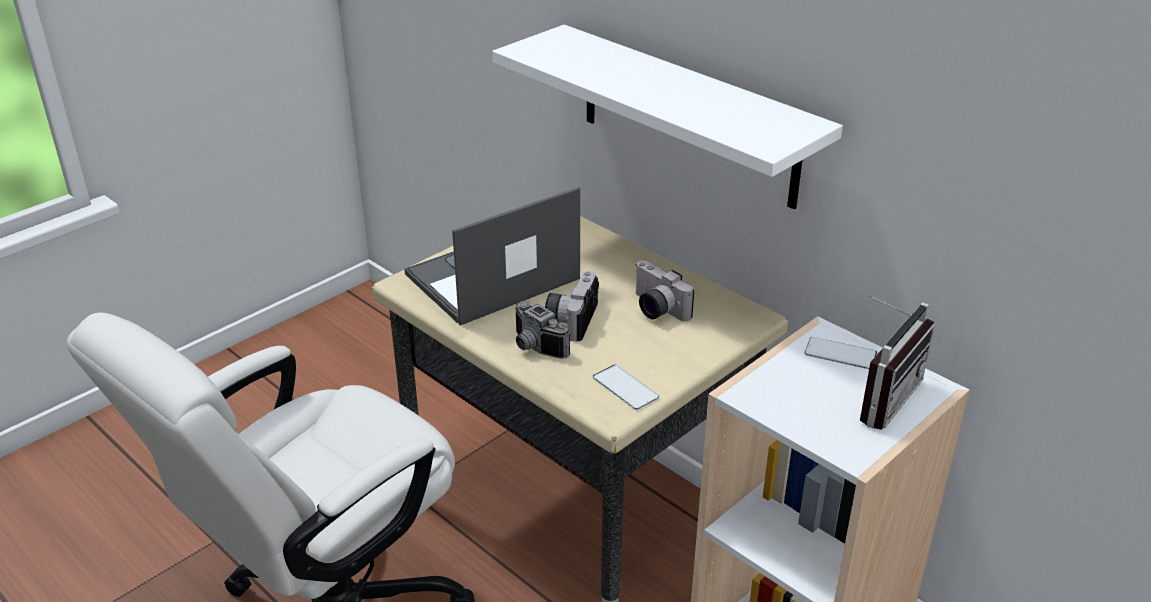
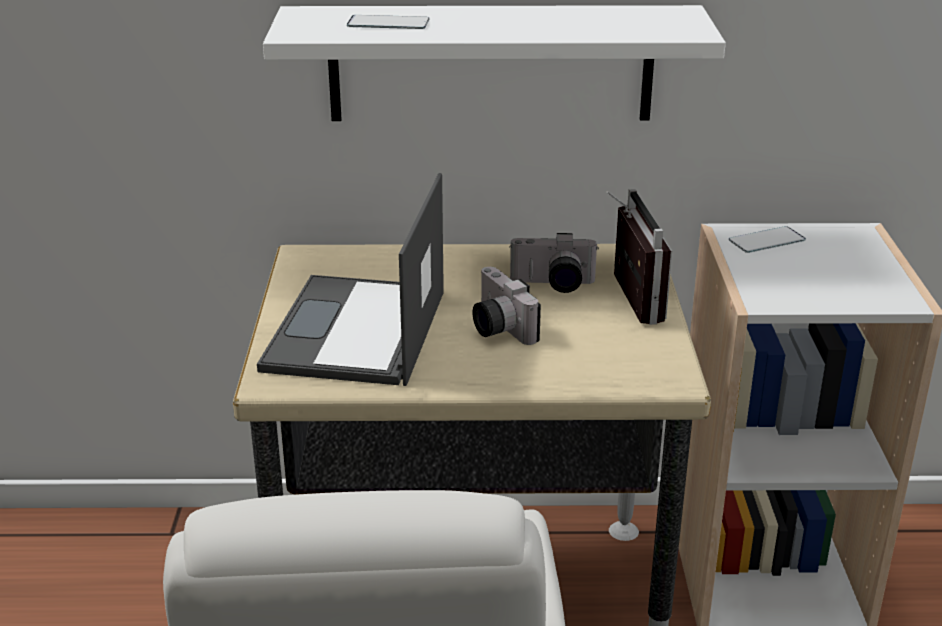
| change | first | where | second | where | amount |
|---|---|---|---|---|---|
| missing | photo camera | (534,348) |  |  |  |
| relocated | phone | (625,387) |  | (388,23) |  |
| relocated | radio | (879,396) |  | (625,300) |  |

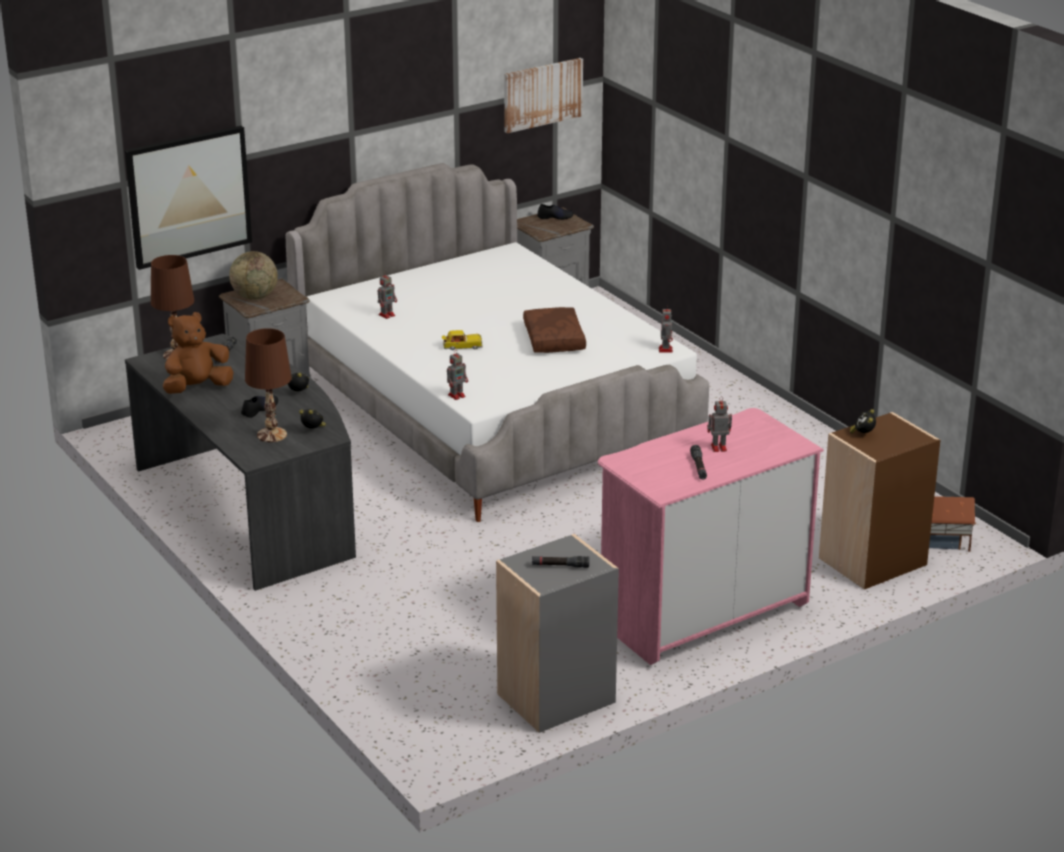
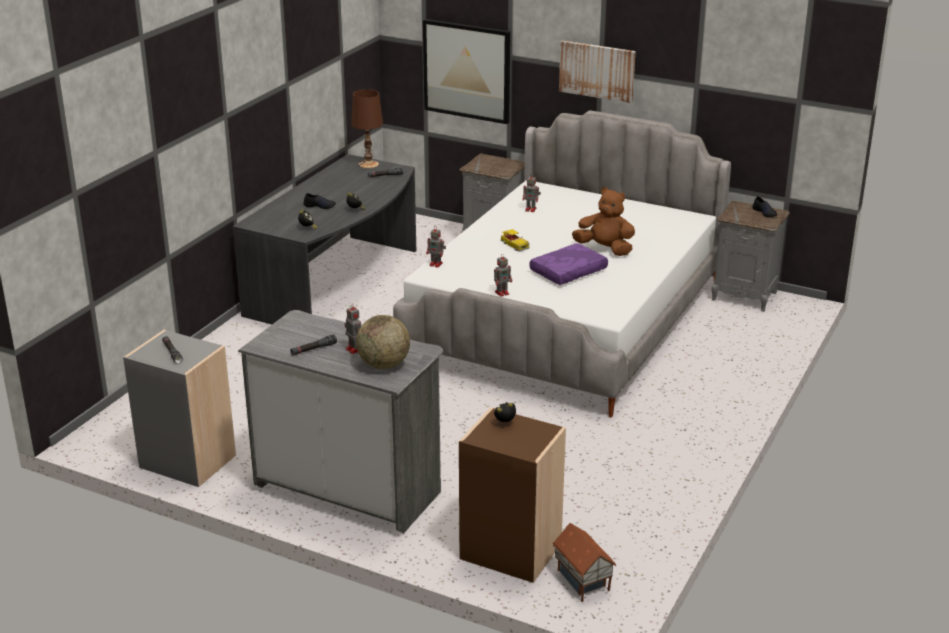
| change | first | where | second | where | amount |
|---|---|---|---|---|---|
| relocated | plush toy/brown | (197,388) |  | (605,249) |  |
| relocated | globe | (255,297) |  | (384,365) |  |
| missing | table lamp/brown | (271,435) |  |  |  |
| relocated | picture | (542,94) |  | (597,71) |  |
| colour | pillow/brown | (555,339) | pillow/purple | (568,272) |  |
| colour | dresser/pink | (702,616) | dresser/grey | (349,490) |  |
| relocated | toy robot | (665,349) |  | (502,293) |  |

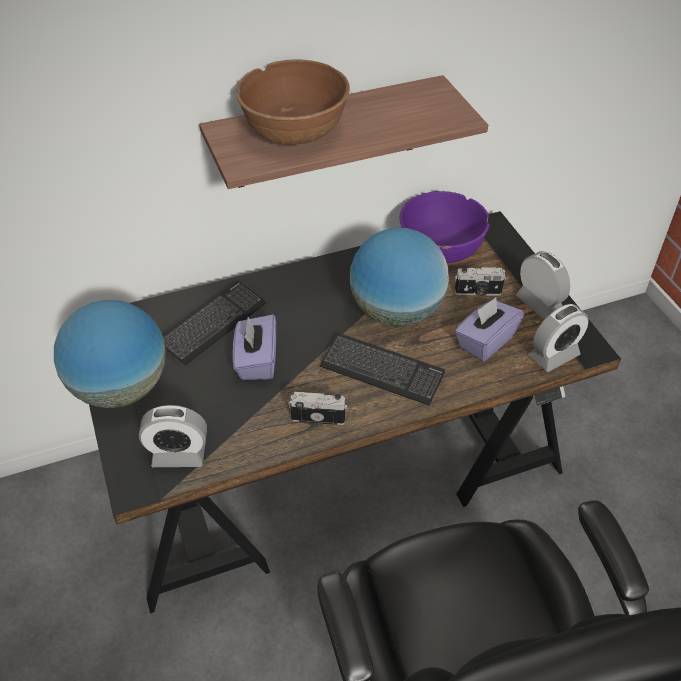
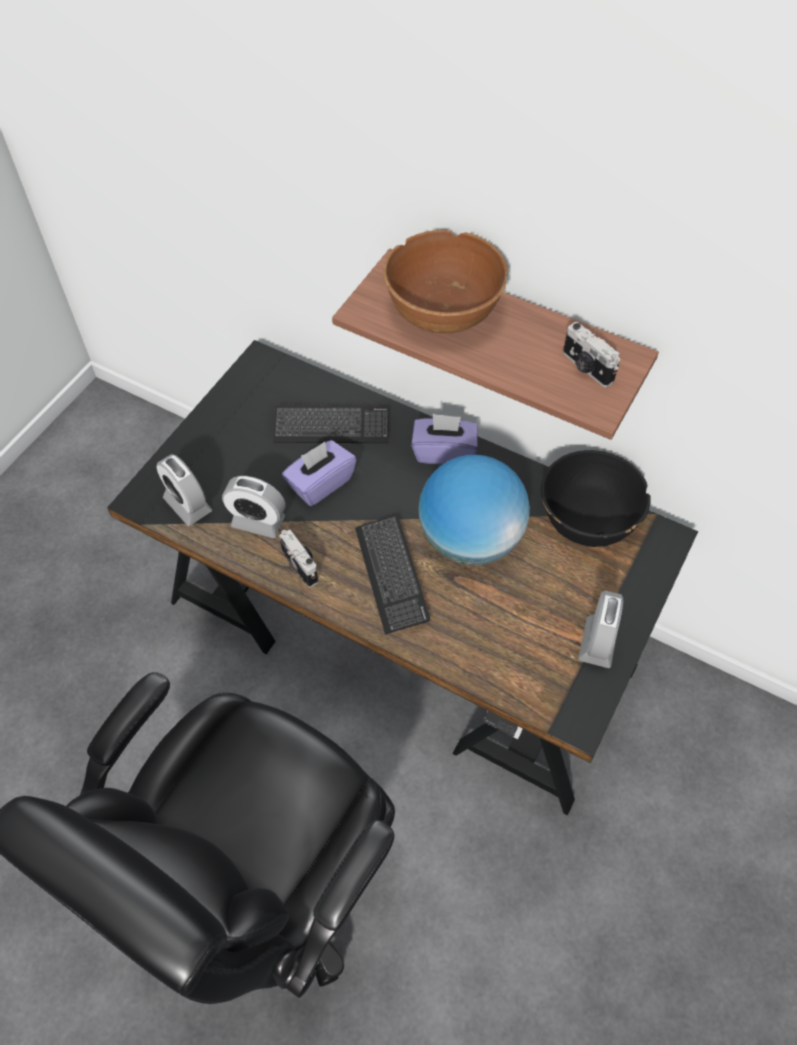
| change | first | where | second | where | amount |
|---|---|---|---|---|---|
| missing | globe | (120,388) |  |  |  |
| colour | bowl/purple | (441,249) | bowl/black | (587,519) |  |
| relocated | photo camera | (478,292) |  | (586,368) |  |
| relocated | tissue box/purple | (485,341) |  | (444,451) |  |
| relocated | alarm clock | (554,355) |  | (258,522) |  |

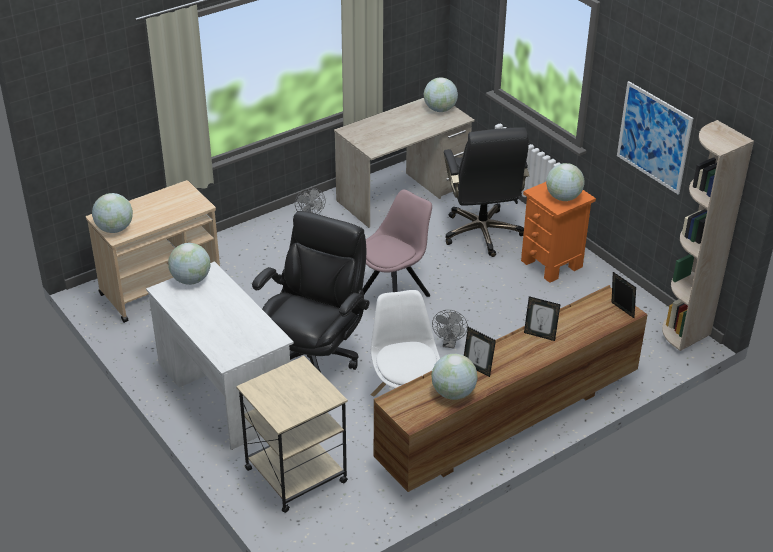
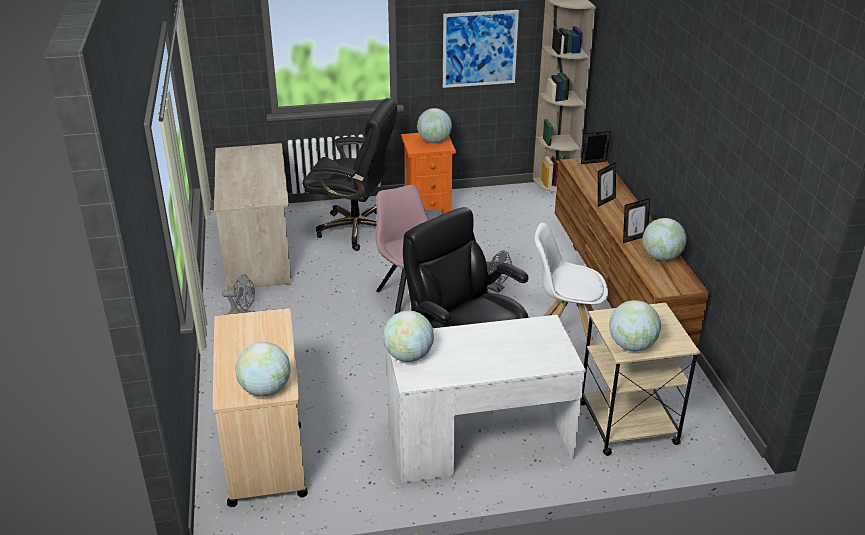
| change | first | where | second | where | amount |
|---|---|---|---|---|---|
| relocated | globe | (440,109) |  | (631,345) |  |

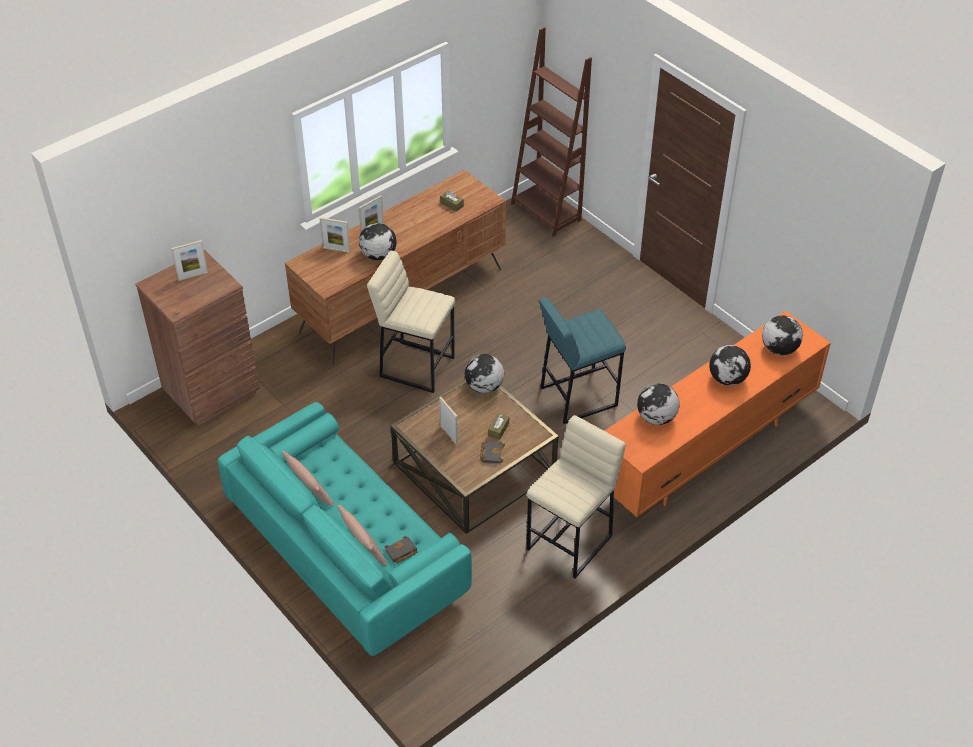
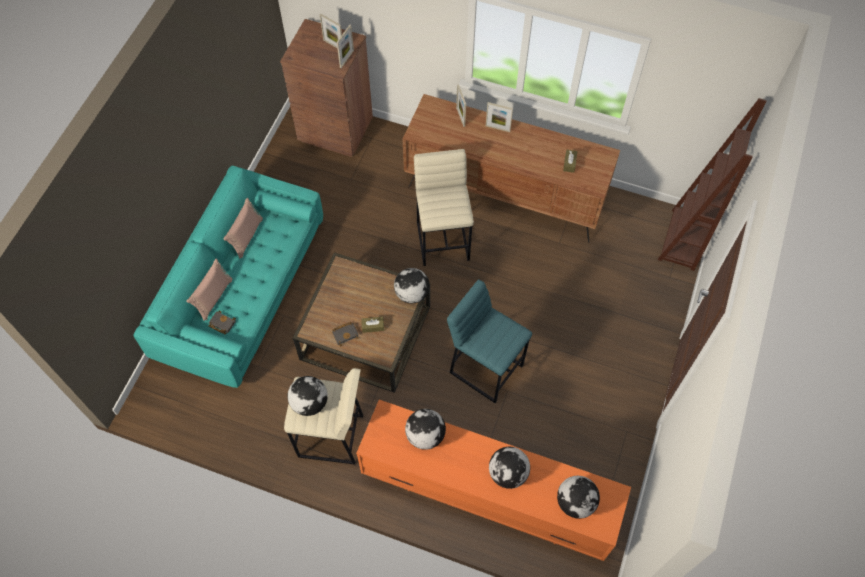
| change | first | where | second | where | amount |
|---|---|---|---|---|---|
| relocated | globe | (378,255) |  | (309,402) |  |
| relocated | picture frame | (449,434) |  | (346,59) |  |

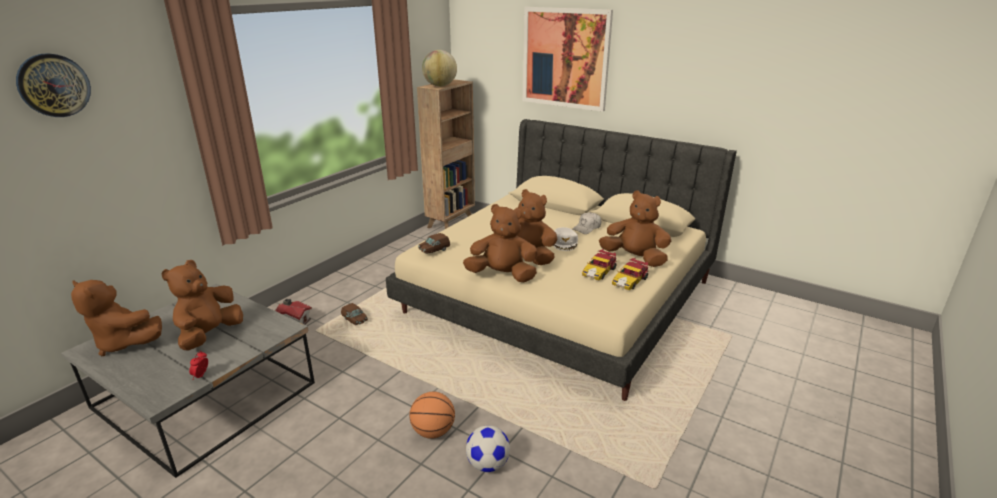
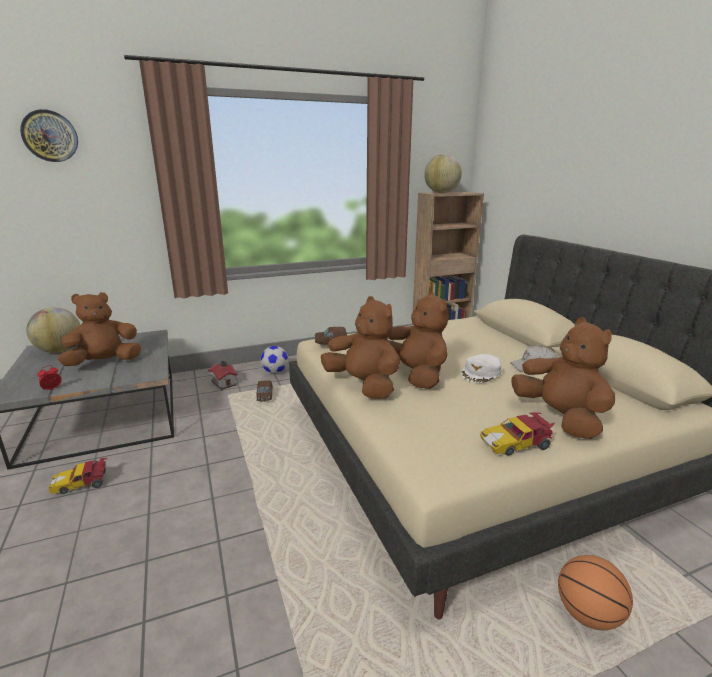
| change | first | where | second | where | amount |
|---|---|---|---|---|---|
| exchanged | plush toy/brown | (125,343) | globe | (59,351) |  |
| relocated | basketball | (433,431) |  | (588,614) |  |
| relocated | football | (488,464) |  | (275,372) |  |
| missing | picture | (565,58) |  |  |  |
| relocated | toy car | (599,272) |  | (82,483) |  |

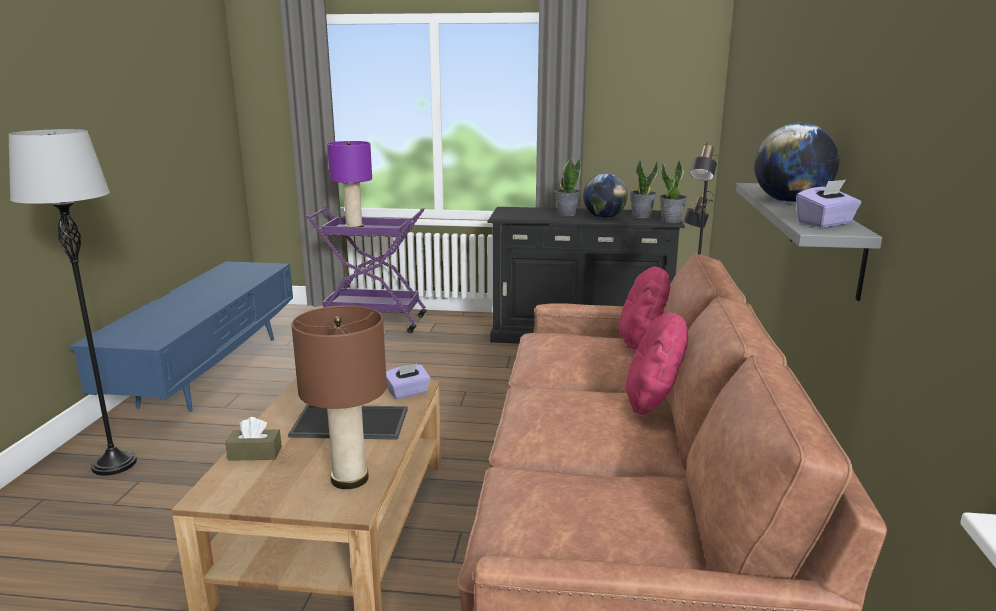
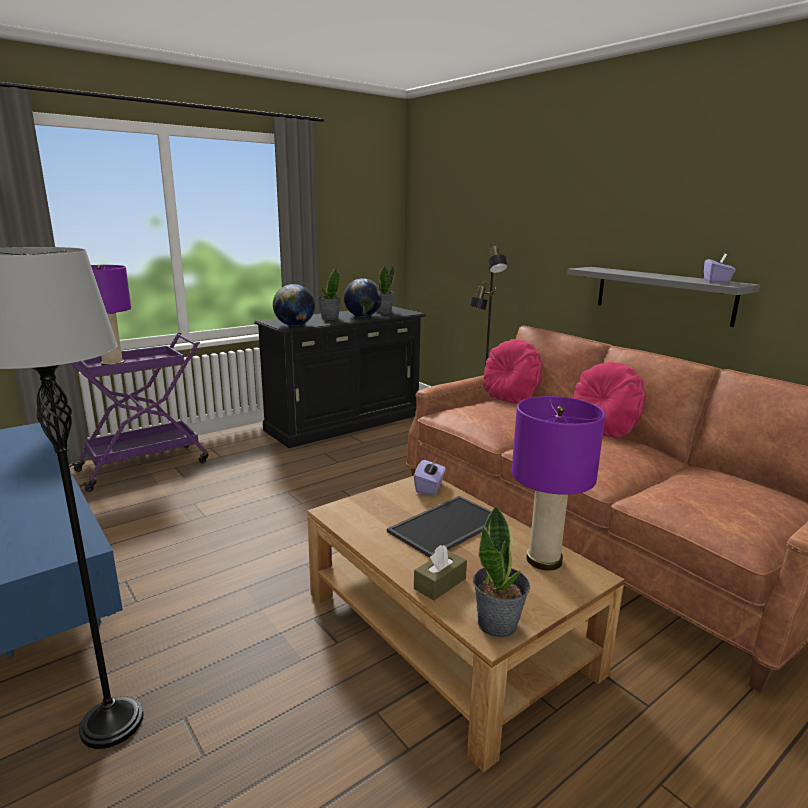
| change | first | where | second | where | amount |
|---|---|---|---|---|---|
| colour | table lamp/brown | (349,478) | table lamp/purple | (543,560) |  |
| relocated | potted plant | (671,221) |  | (498,624) |  |
| relocated | globe | (791,202) |  | (294,325) |  |

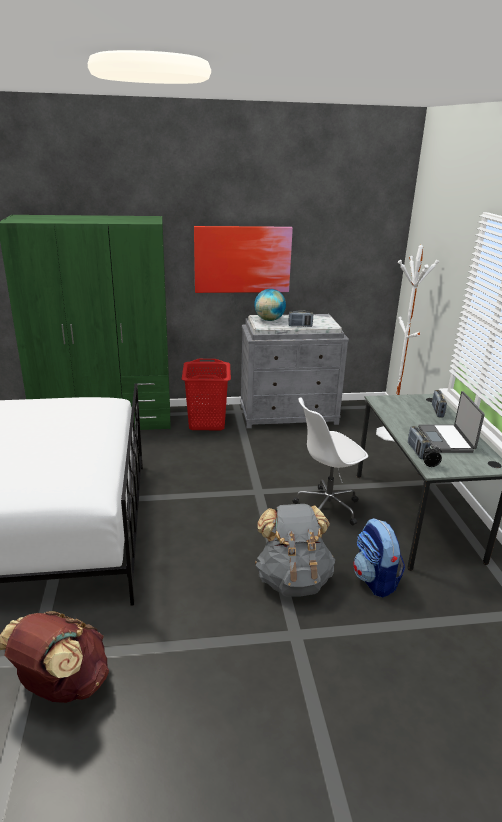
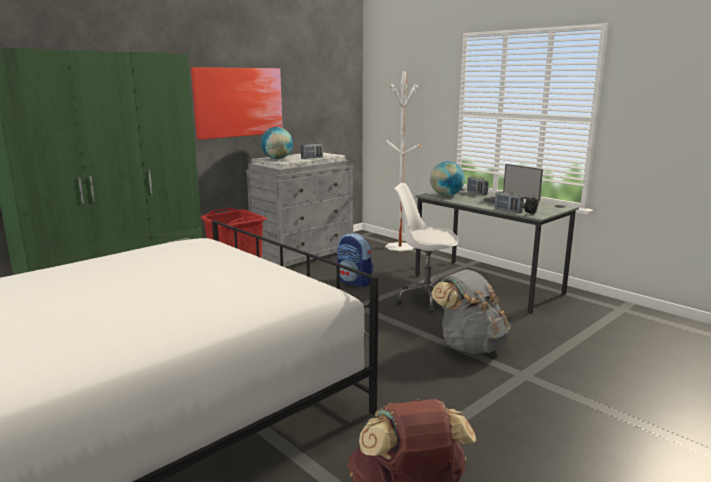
| change | first | where | second | where | amount |
|---|---|---|---|---|---|
| spun | office chair/white | (325,508) |  | (424,299) | 75 degrees clockwise |
| relocated | backpack | (375,580) |  | (354,282) |  |
| appeared |  |  | globe | (446,195) |  |

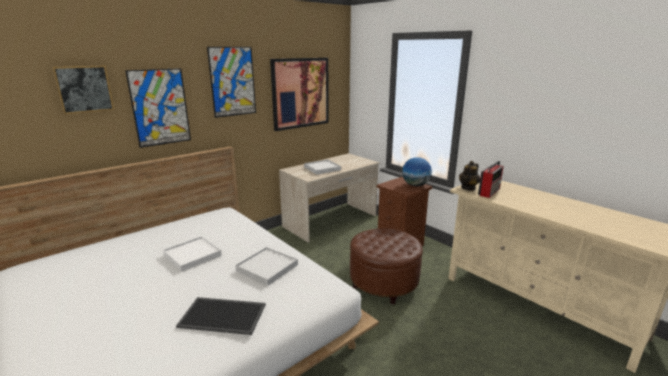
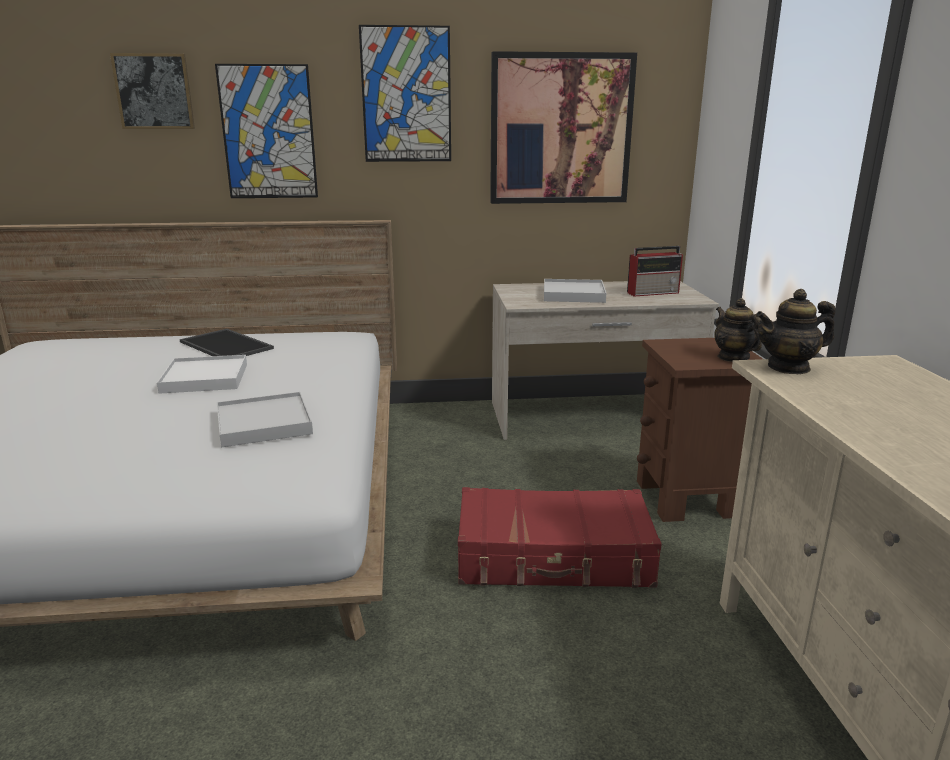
| change | first | where | second | where | amount |
|---|---|---|---|---|---|
| relocated | tray | (224,315) |  | (228,345) |  |
| exchanged | ottoman/brown | (383,284) | suitcase/red | (553,557) |  |
| exchanged | globe | (415,185) | teapot | (733,357) |  |
| relocated | radio | (489,191) |  | (653,293) |  |

